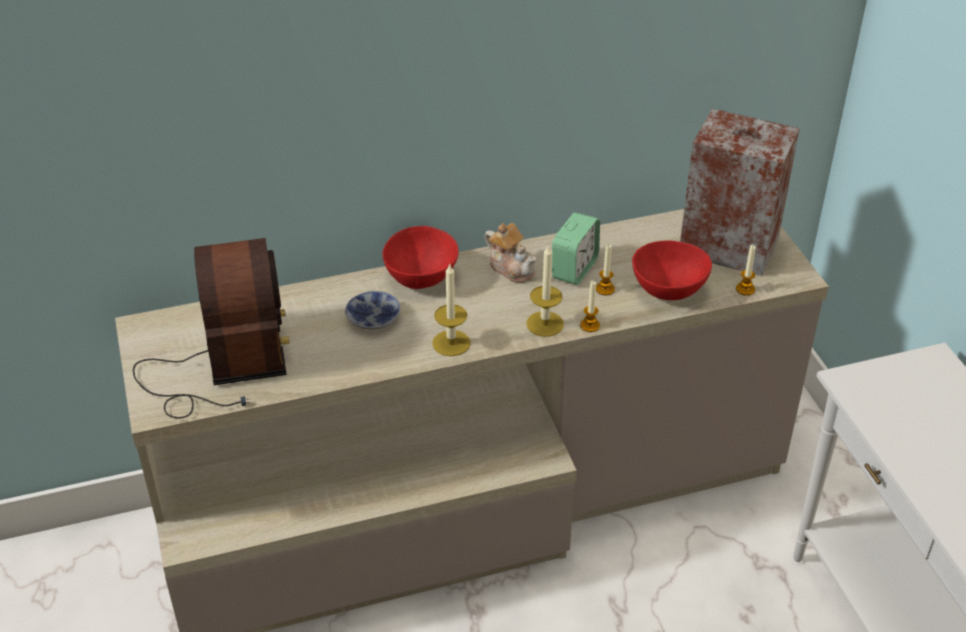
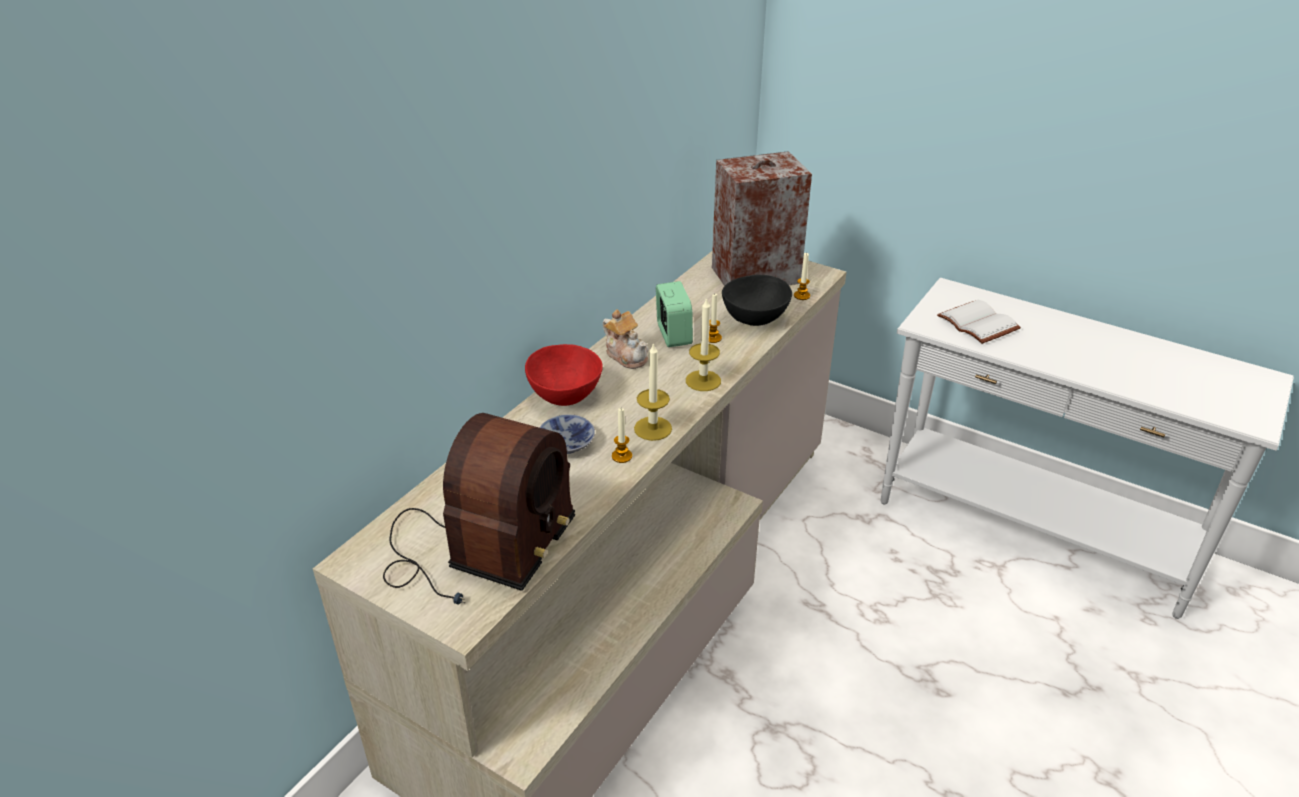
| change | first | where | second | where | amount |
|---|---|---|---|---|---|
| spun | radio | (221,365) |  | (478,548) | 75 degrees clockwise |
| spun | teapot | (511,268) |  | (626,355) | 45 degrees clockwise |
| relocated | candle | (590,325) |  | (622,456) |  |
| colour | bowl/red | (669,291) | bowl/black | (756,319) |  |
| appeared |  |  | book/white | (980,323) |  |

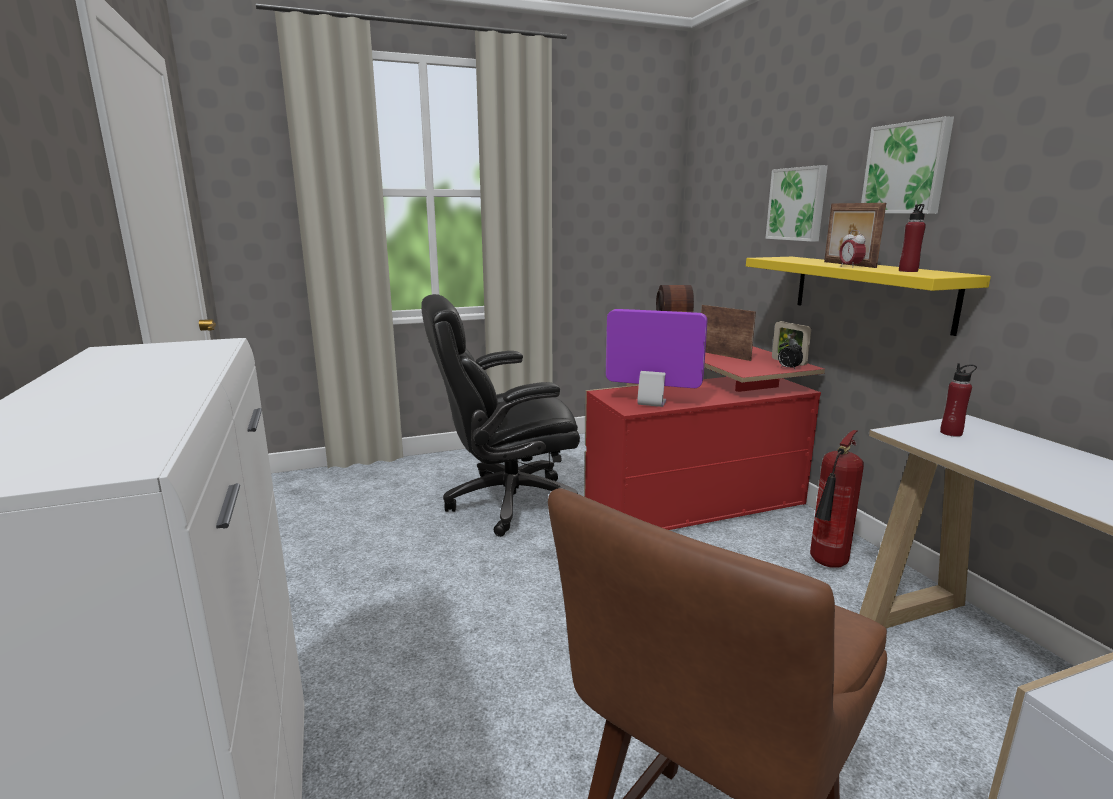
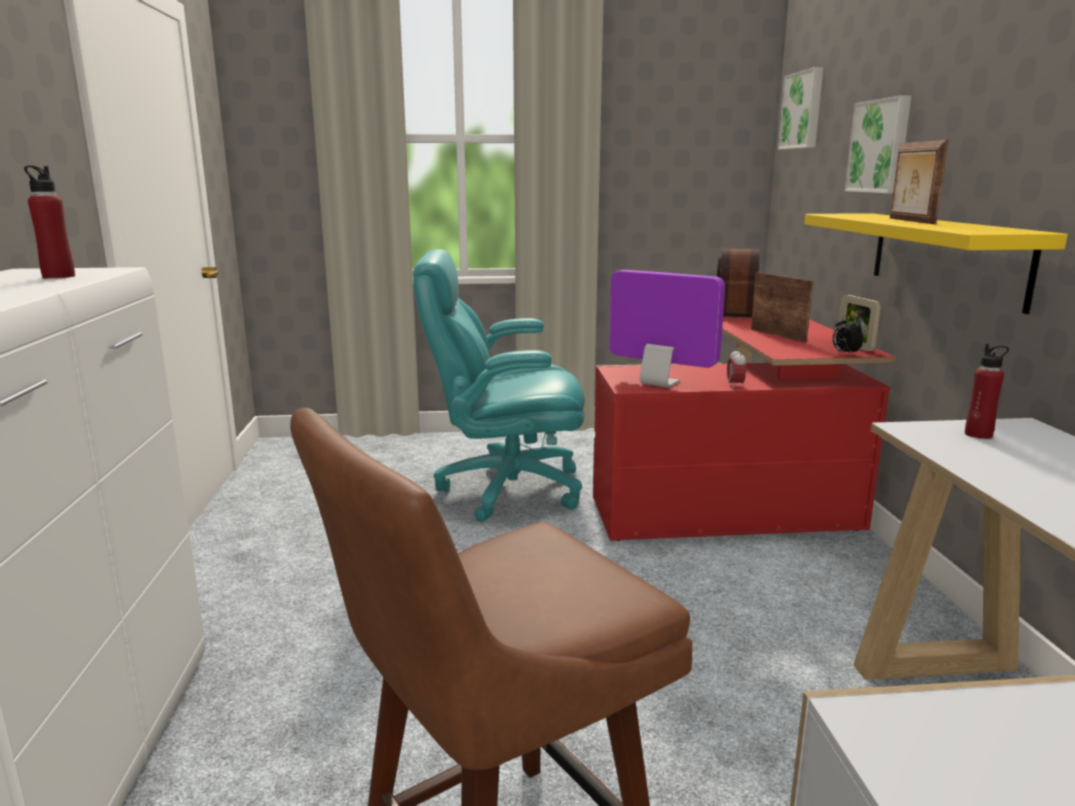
| change | first | where | second | where | amount |
|---|---|---|---|---|---|
| colour | office chair/black | (504,502) | office chair/turquoise | (504,489) |  |
| missing | fire extinguisher | (827,565) |  |  |  |
| relocated | alarm clock | (850,267) |  | (735,385) |  |
| relocated | picture | (907,169) |  | (803,110) |  |
| relocated | bottle/red | (908,271) |  | (58,276) |  |

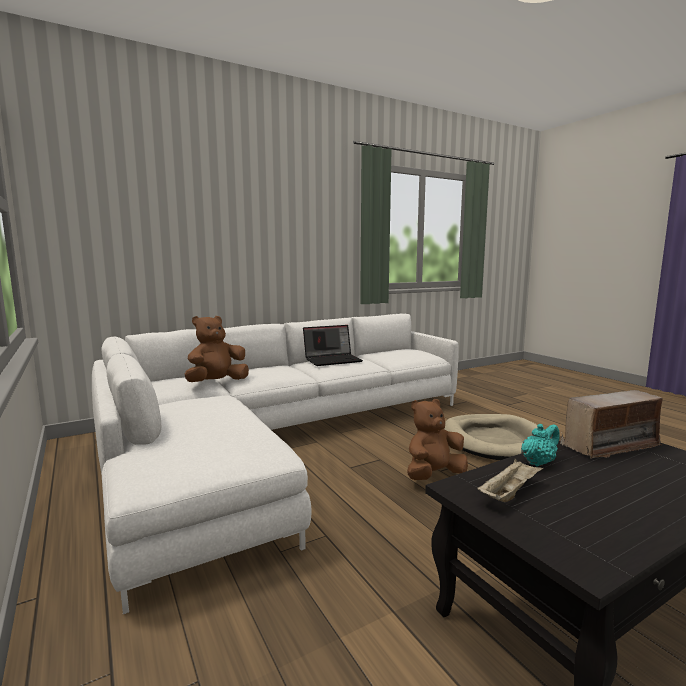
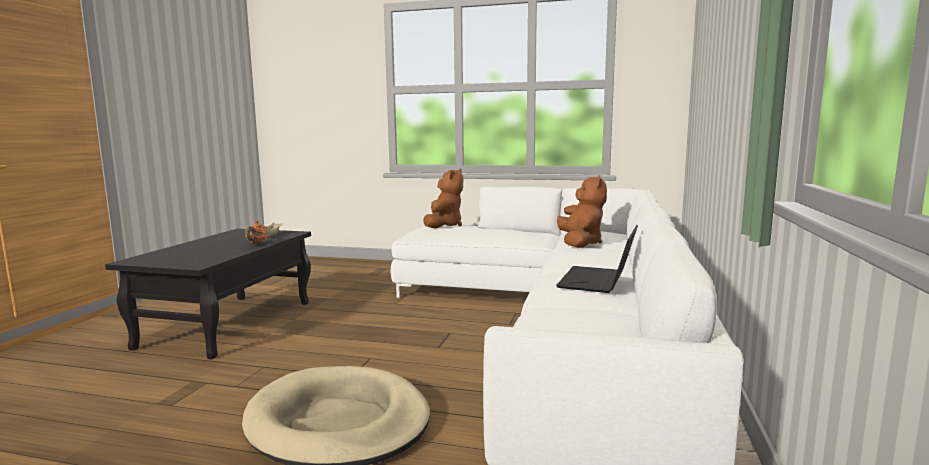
| change | first | where | second | where | amount |
|---|---|---|---|---|---|
| relocated | plush toy/brown | (433,475) |  | (444,225) |  |
| colour | teapot/turquoise | (538,462) | teapot/orange | (257,244) |  |
| missing | radio | (610,446) |  |  |  |

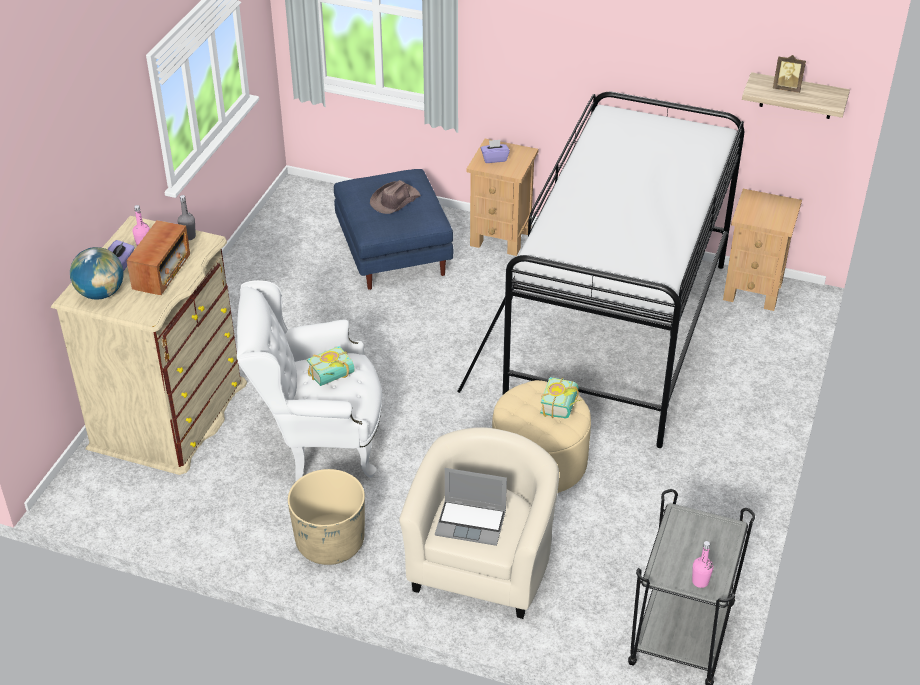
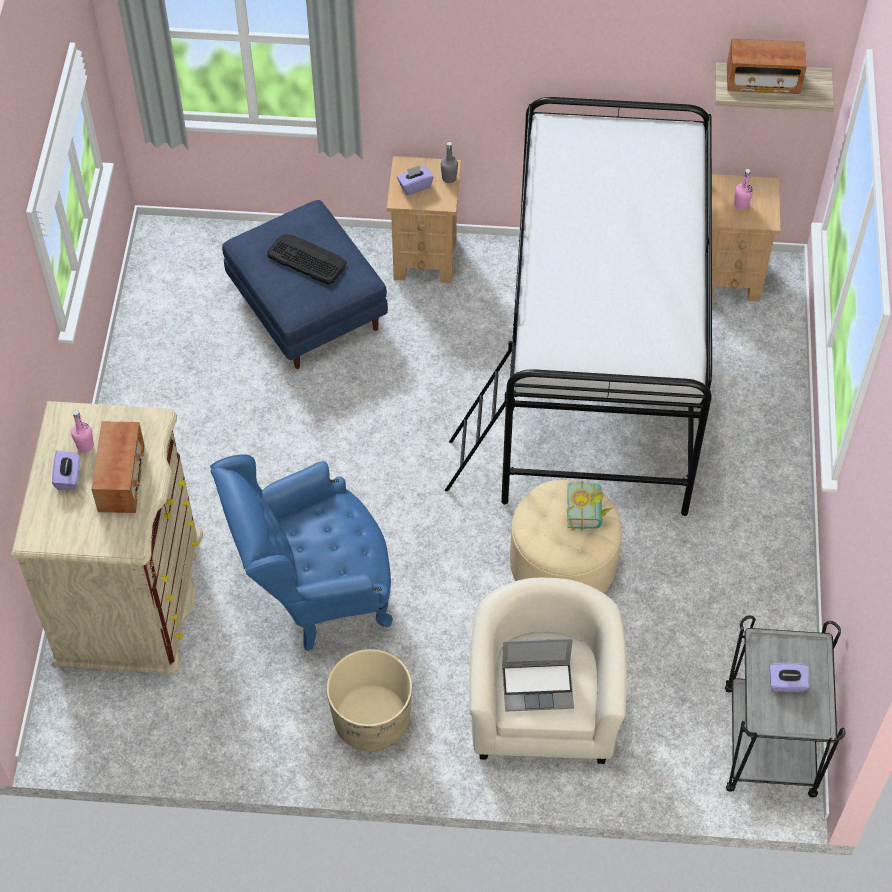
| change | first | where | second | where | amount |
|---|---|---|---|---|---|
| missing | globe | (101,293) |  |  |  |
| relocated | bottle/grey | (188,236) |  | (449,178) |  |
| colour | armchair/white | (319,444) | armchair/blue | (315,596) |  |
| missing | book | (333,377) |  |  |  |
| exchanged | hat/brown | (394,200) | keyboard | (306,259) |  |
| relocated | bottle/pink | (700,581) |  | (741,205) |  |
| exchanged | picture frame | (787,88) | radio | (763,81) |  |
| appeared |  |  | tissue box/purple | (786,684) |  |

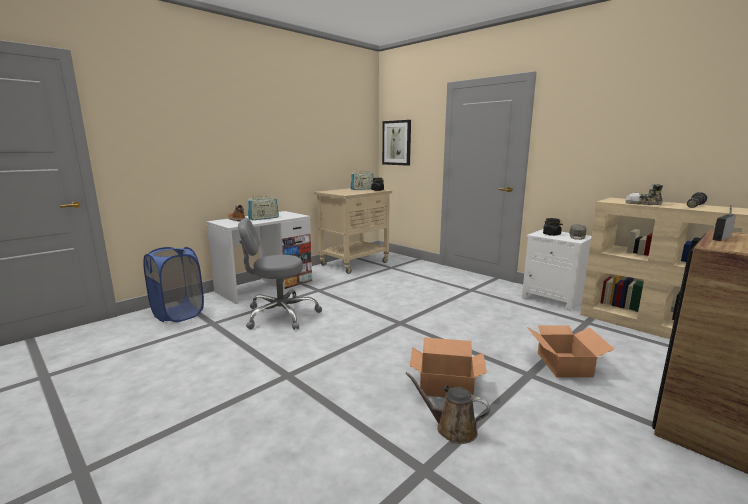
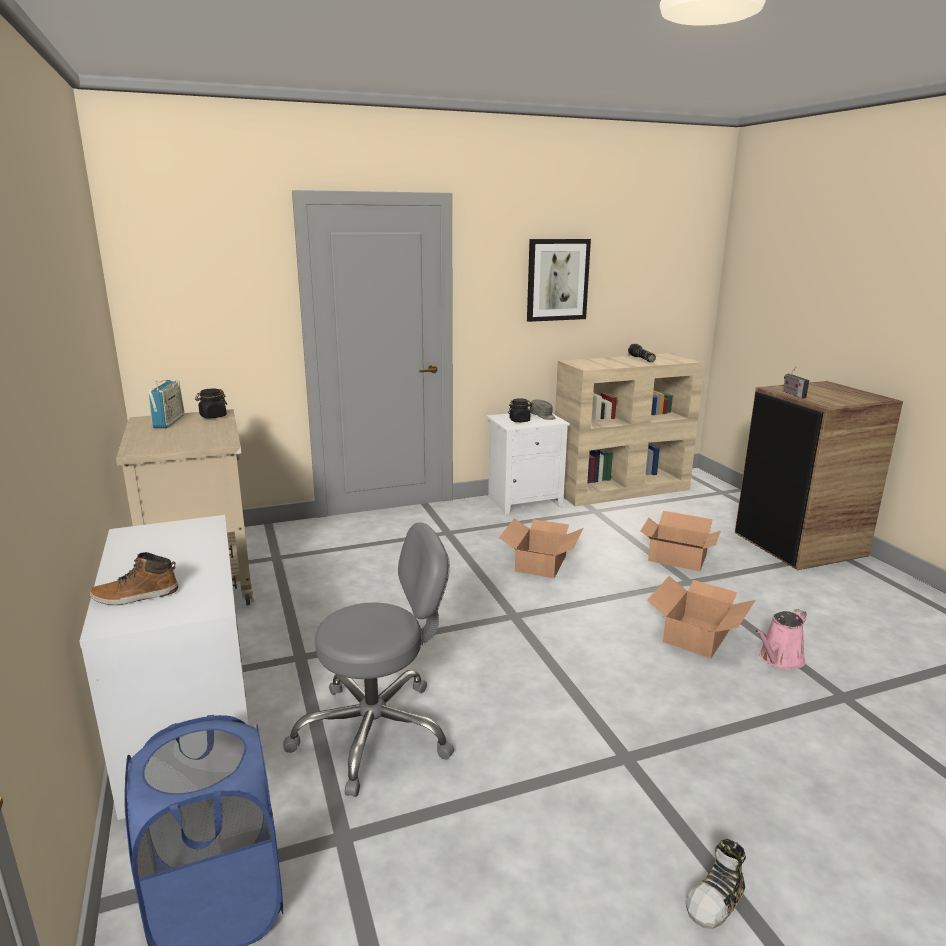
| change | first | where | second | where | amount |
|---|---|---|---|---|---|
| spun | office chair/grey | (277,315) |  | (381,731) | 120 degrees counterclockwise |
| missing | radio | (263,218) |  |  |  |
| relocated | picture | (397,143) |  | (557,280) |  |
| colour | watering can/brown | (452,429) | watering can/pink | (779,659) |  |
| relocated | shoe | (643,203) |  | (717,900) |  |
| appeared |  |  | cardboard box | (541,563) |  |

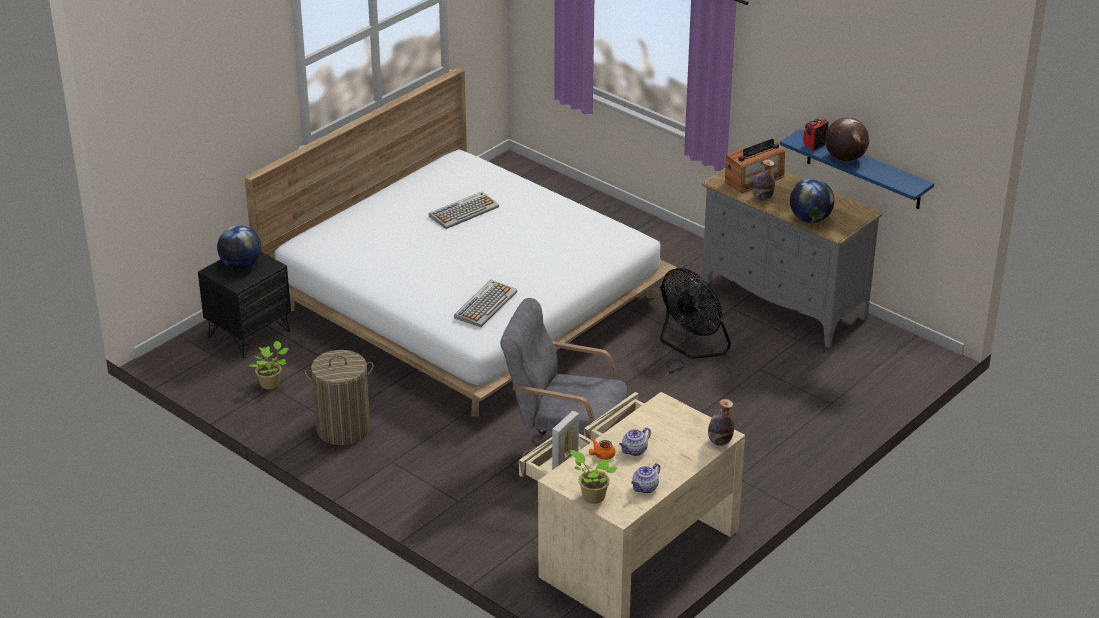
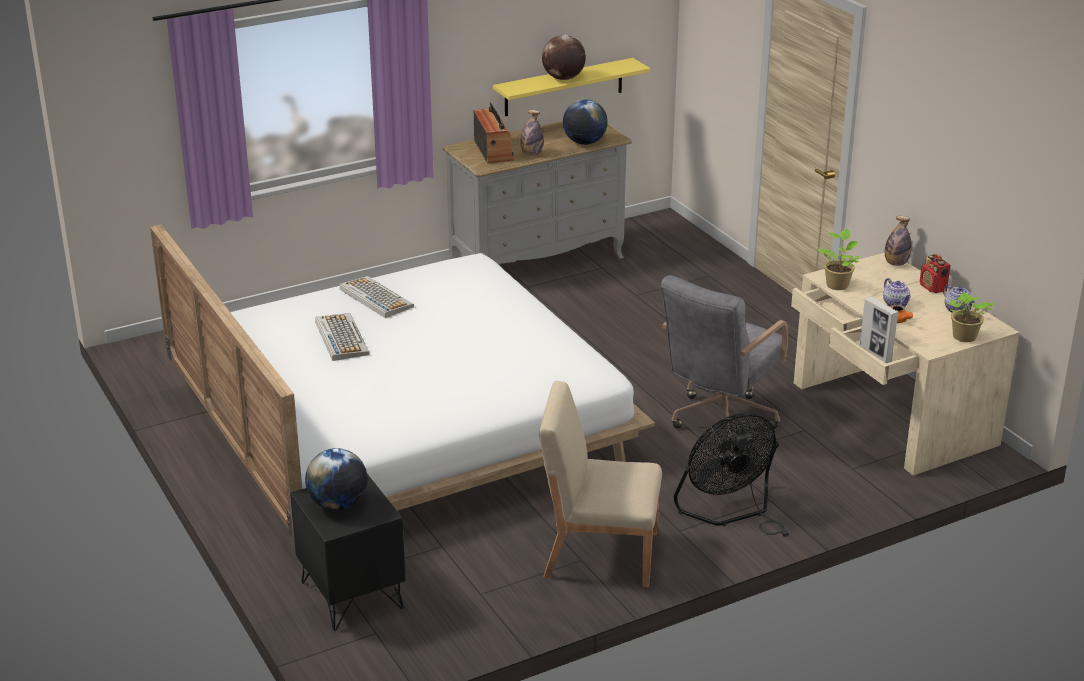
| change | first | where | second | where | amount |
|---|---|---|---|---|---|
| relocated | potted plant | (271,384) |  | (837,284) |  |
| exchanged | laundry basket | (343,429) | chair/beige | (599,554) |  |
| relocated | keyboard | (485,304) |  | (375,298) |  |
| relocated | fan/black | (686,347) |  | (737,511) |  |
| colour | shelf/blue | (864,170) | shelf/yellow | (564,87) |  |
| relocated | radio | (814,145) |  | (933,288) |  |

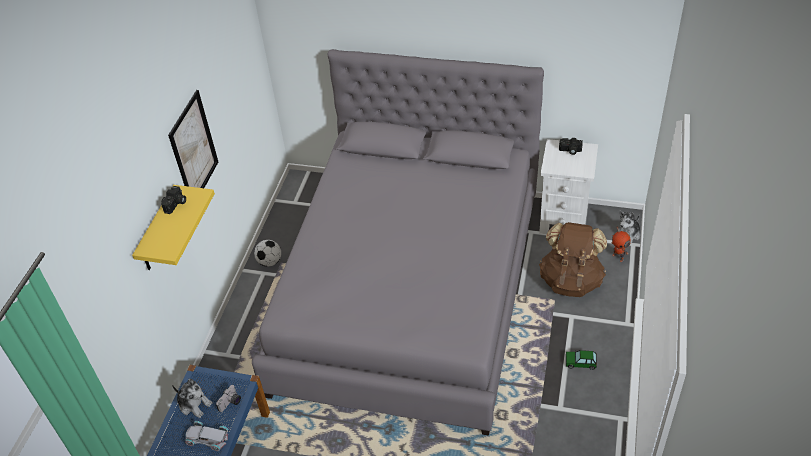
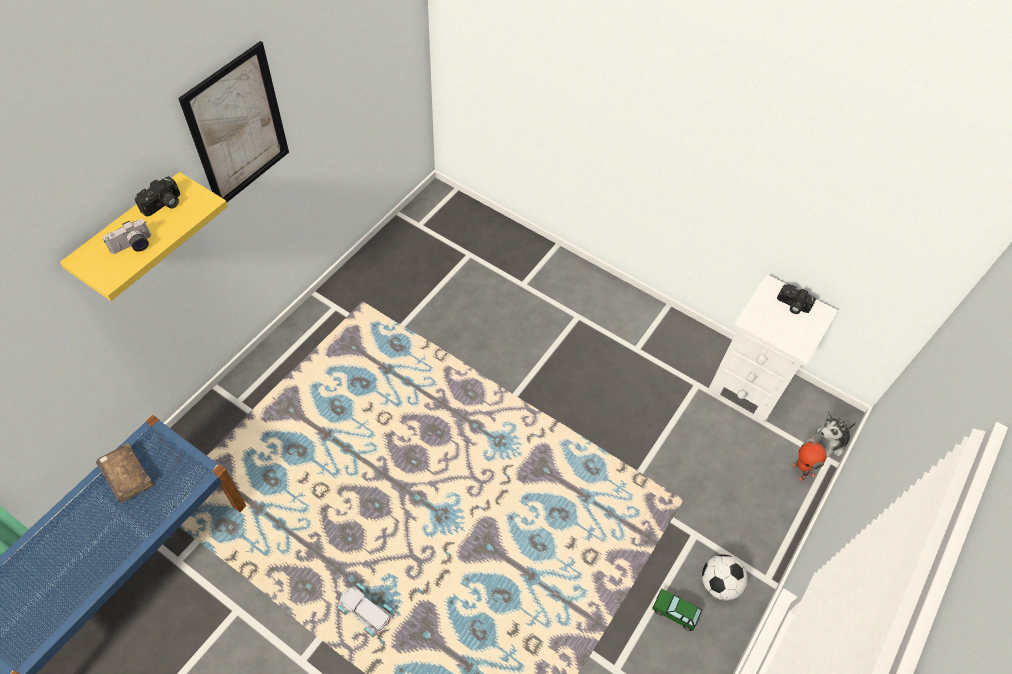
| change | first | where | second | where | amount |
|---|---|---|---|---|---|
| exchanged | plush toy | (194,404) | book/brown | (127,476) |  |
| relocated | toy car/white | (207,437) |  | (365,610) |  |
| relocated | photo camera | (231,403) |  | (133,247) |  |
| missing | bed/grey | (411,291) |  |  |  |
| relocated | football | (269,262) |  | (718,584) |  |
| missing | backpack/brown | (571,280) |  |  |  |

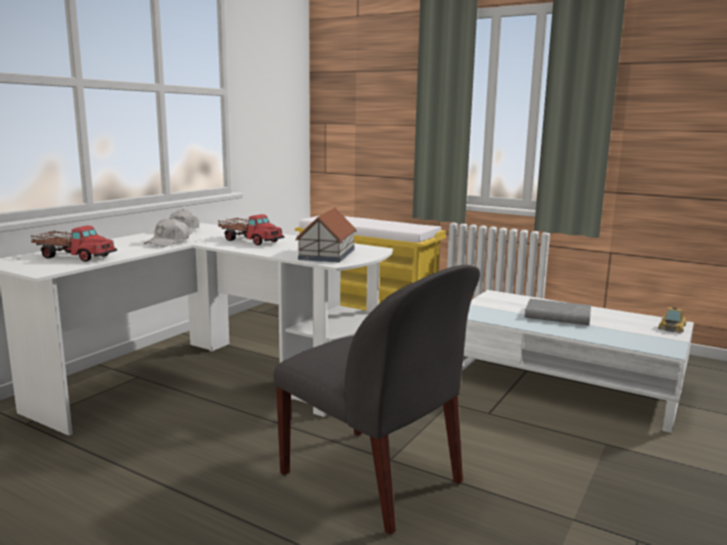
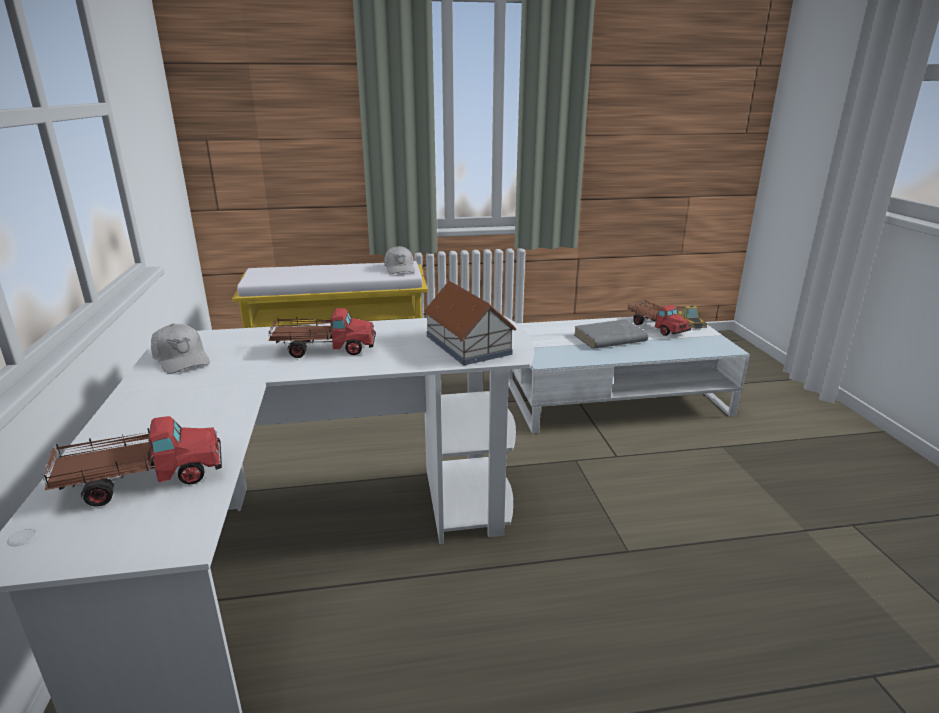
| change | first | where | second | where | amount |
|---|---|---|---|---|---|
| relocated | cap/white | (168,242) |  | (400,268) |  |
| missing | chair/grey | (374,479) |  |  |  |
| appeared |  |  | toy truck | (656,326) |  |

